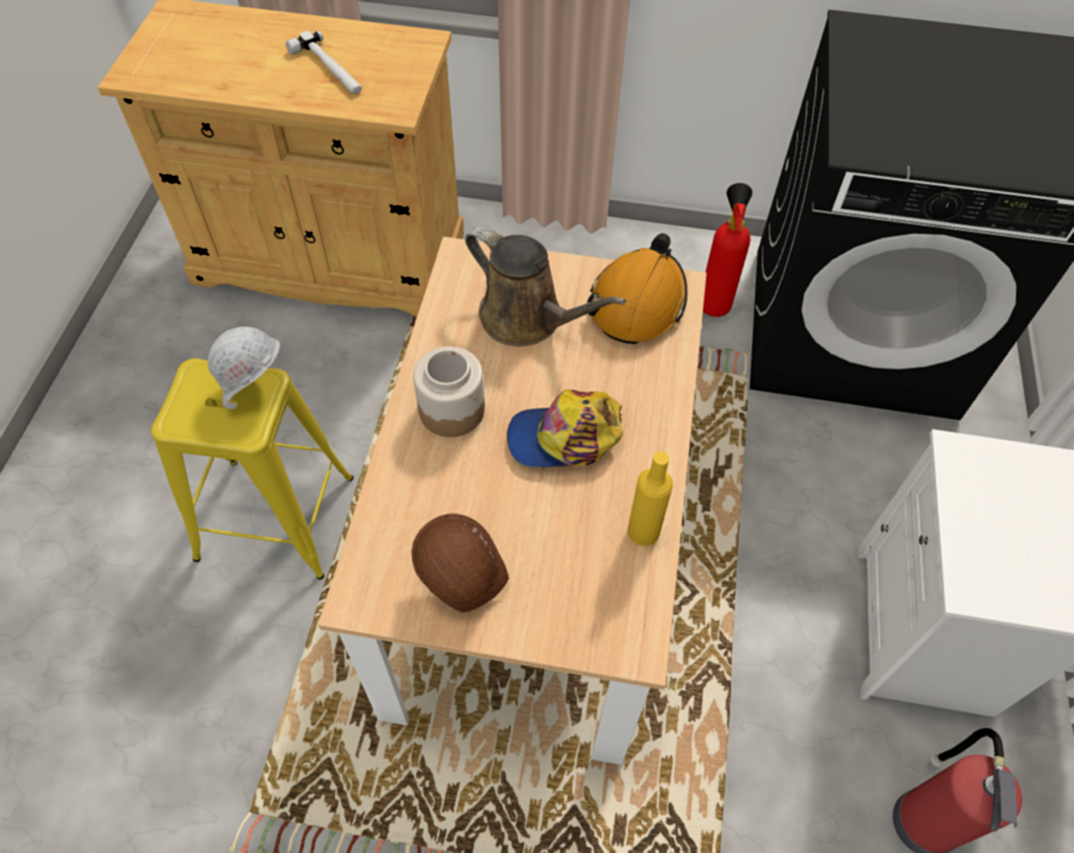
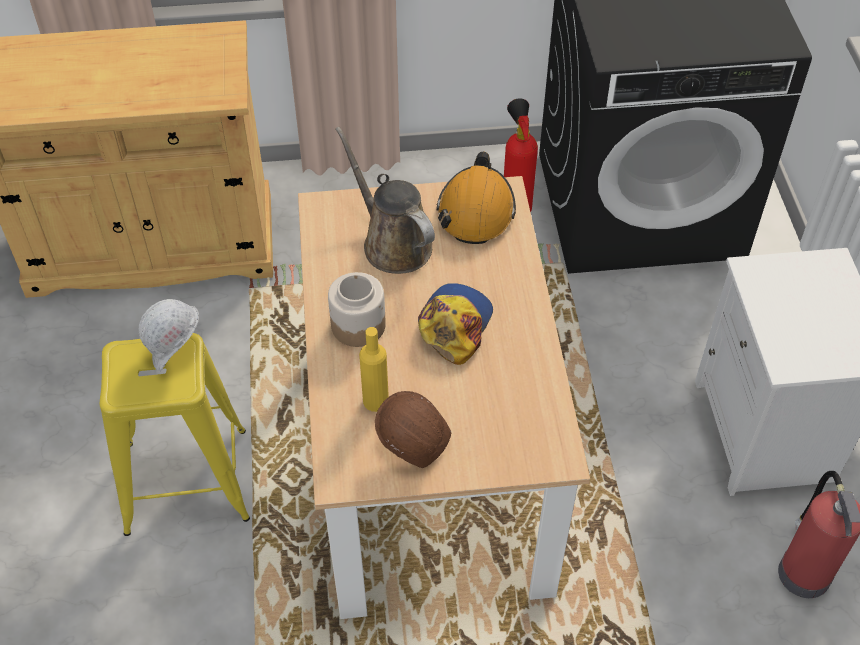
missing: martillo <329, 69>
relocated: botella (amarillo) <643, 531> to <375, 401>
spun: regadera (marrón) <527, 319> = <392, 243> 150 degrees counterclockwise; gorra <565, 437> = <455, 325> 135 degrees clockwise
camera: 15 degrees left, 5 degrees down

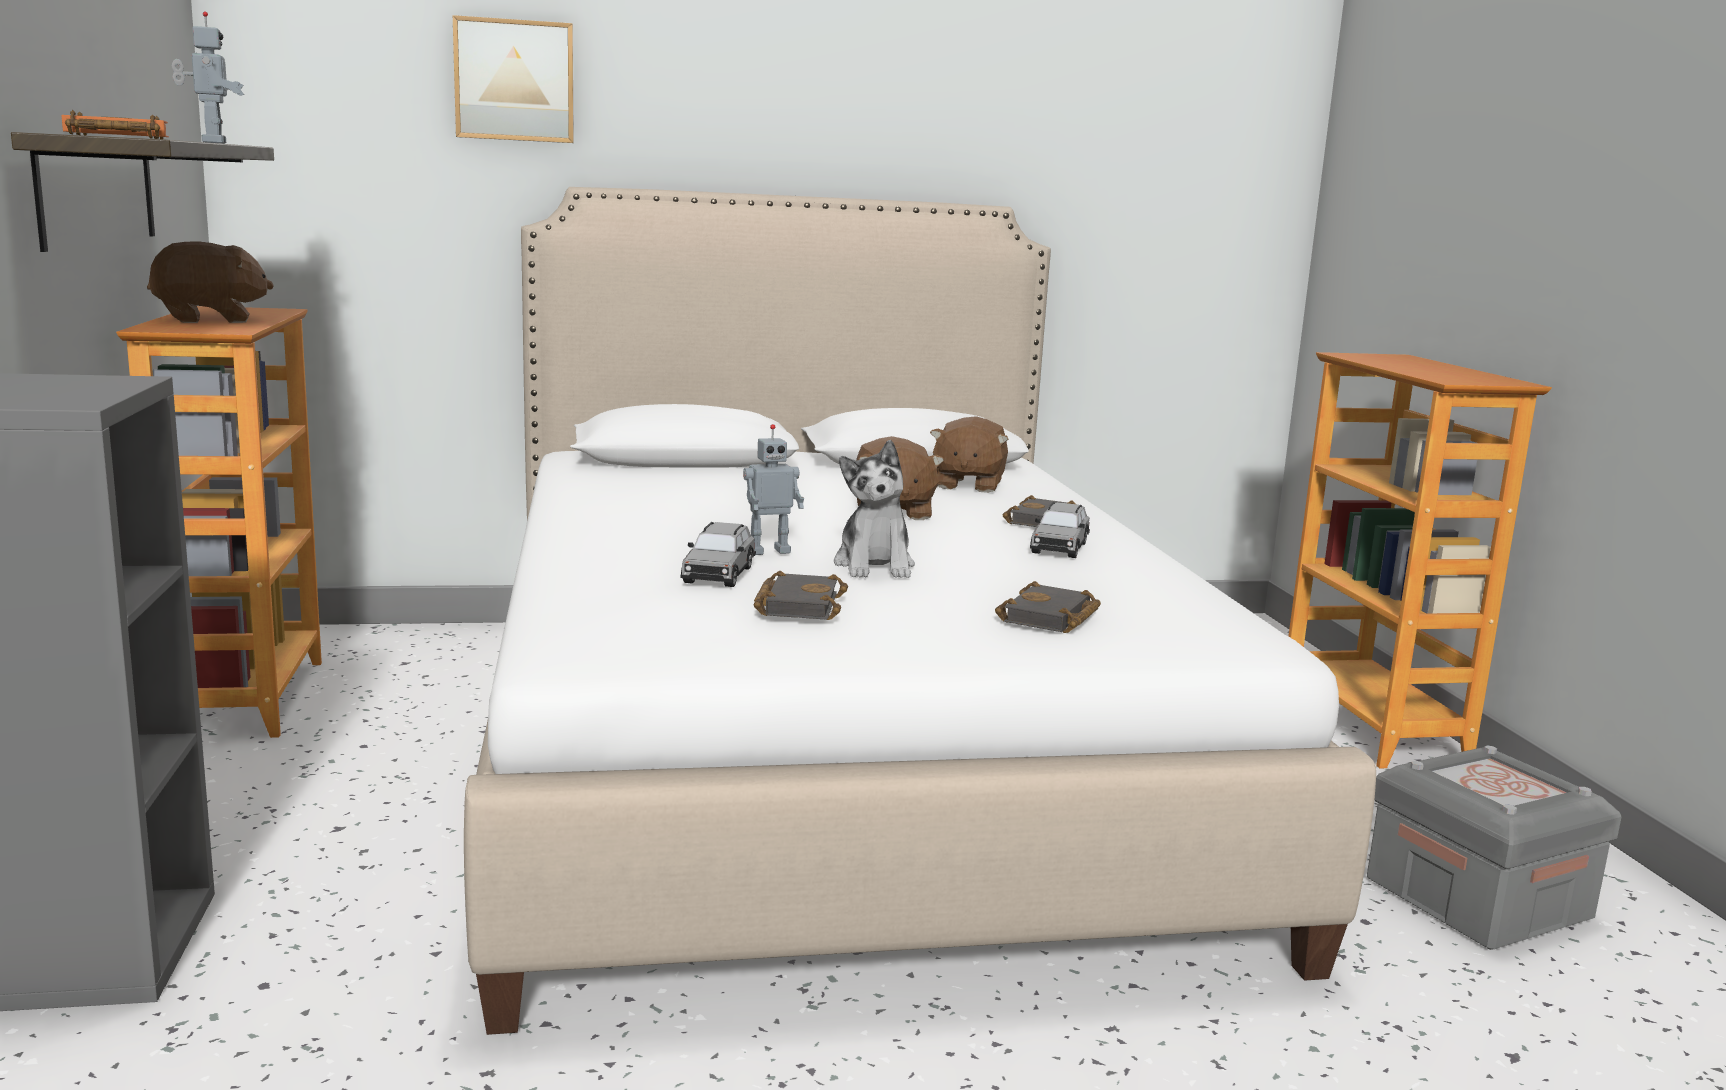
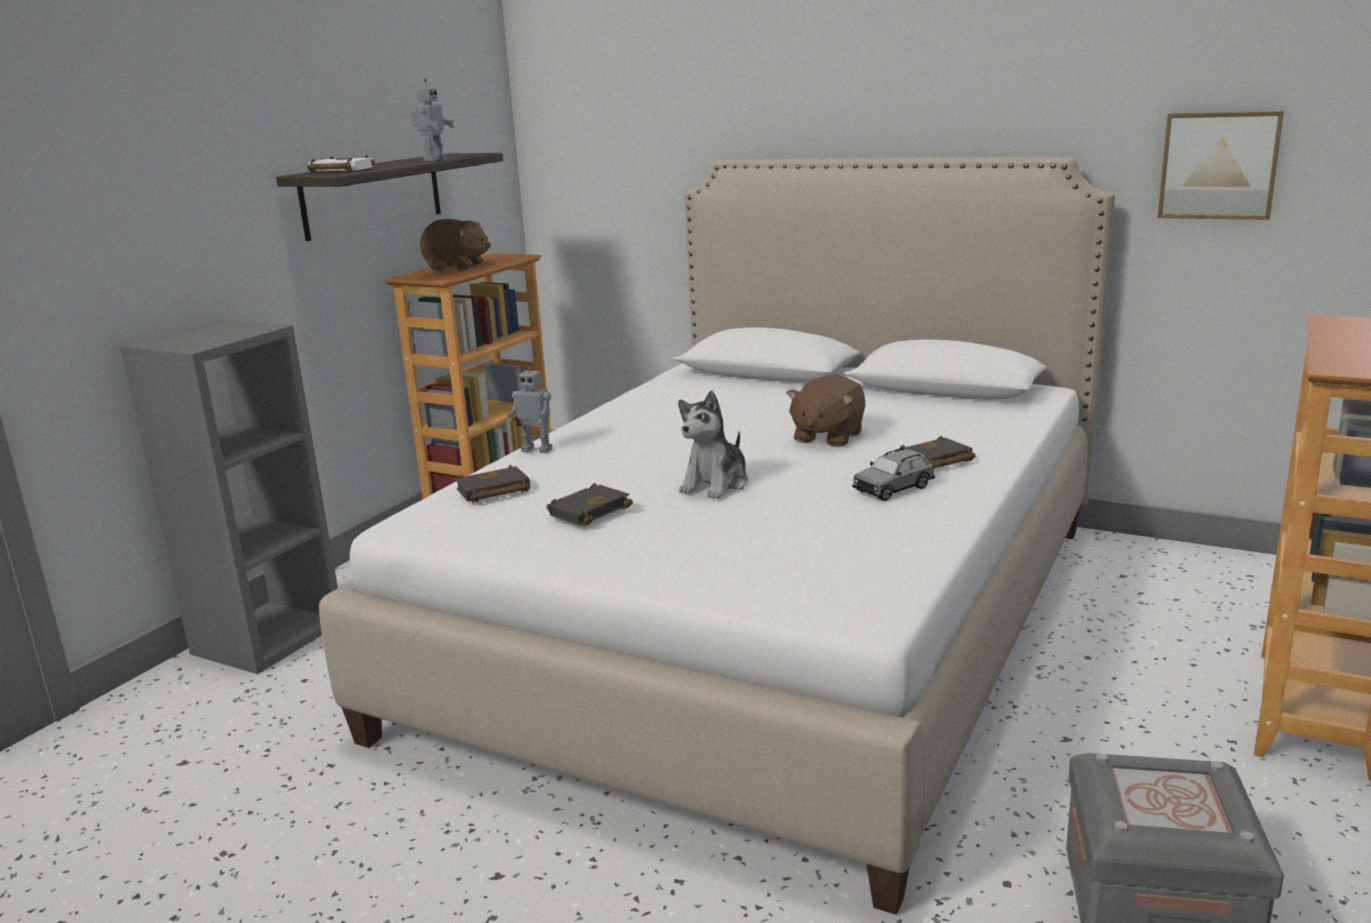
missing: peluche (marrón) <967, 485>; coche de juguete (gris) <718, 574>
relocated: cuadro <514, 81> to <1219, 165>; robot de juguete <768, 551> to <537, 449>; libro (negro) <1050, 618> to <492, 491>
colour: libro (naranja) <114, 136> to libro (blanco) <339, 171>
camera: 40 degrees right, 5 degrees up

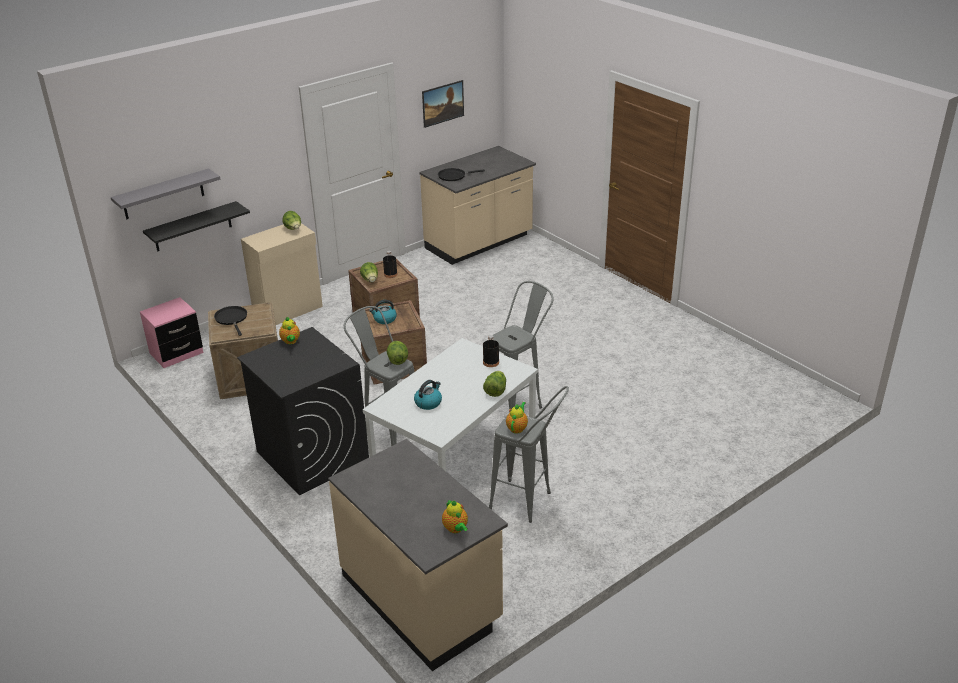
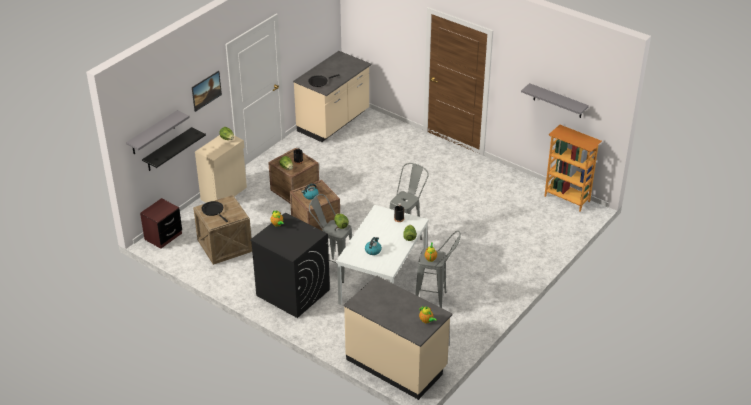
appeared: estante (gris) <557, 101>; estantería <567, 198>
relocated: cuadro <443, 112> to <207, 97>
colour: mesita de noche (rosa) <176, 353> to mesita de noche (marrón) <163, 236>
camera: 15 degrees left, 5 degrees up

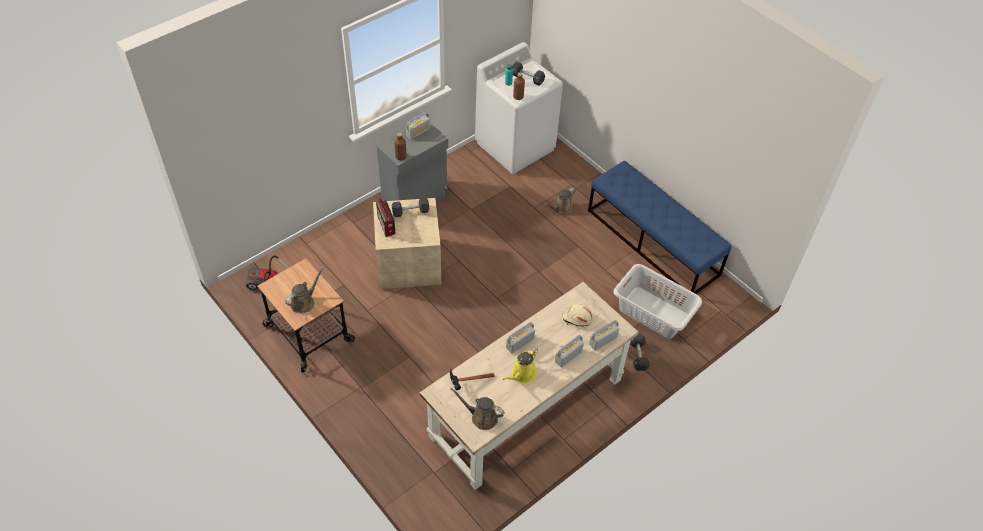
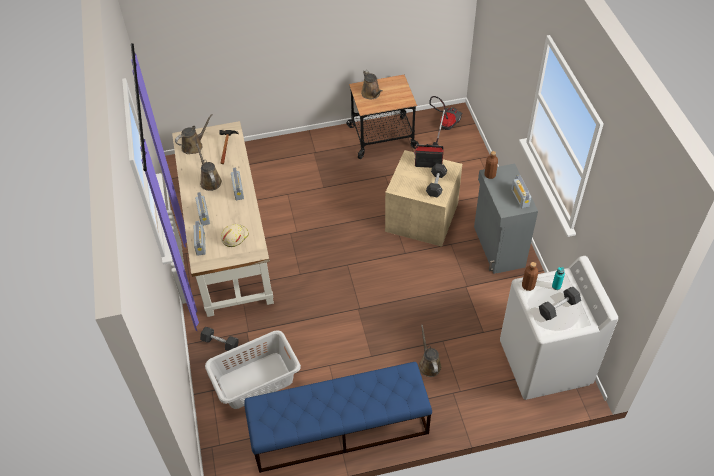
colour: regadera (amarillo) <522, 374> to regadera (marrón) <210, 181>
camera: 120 degrees right, 0 degrees up

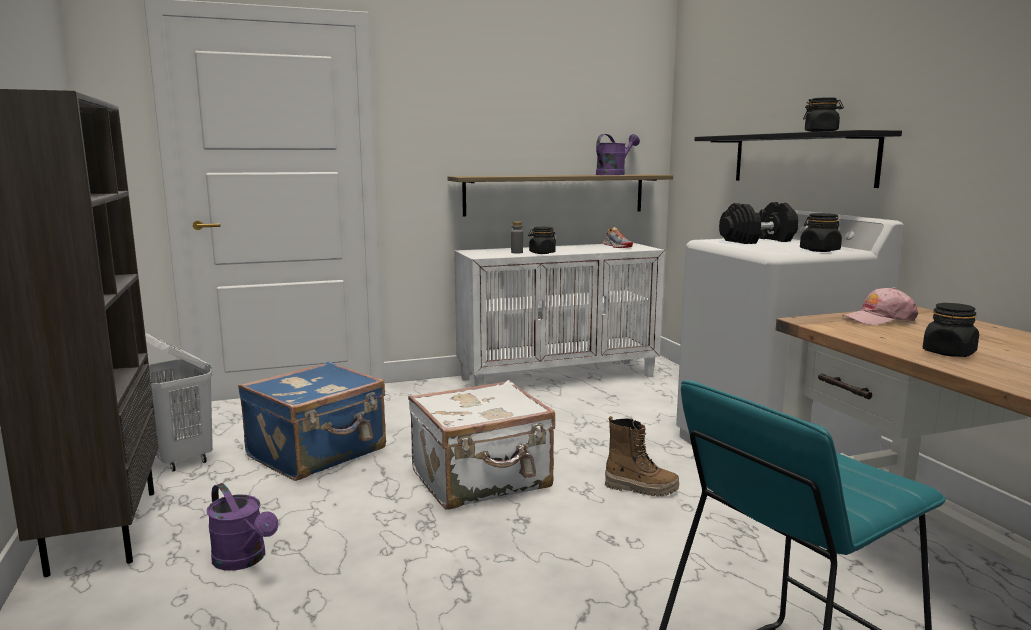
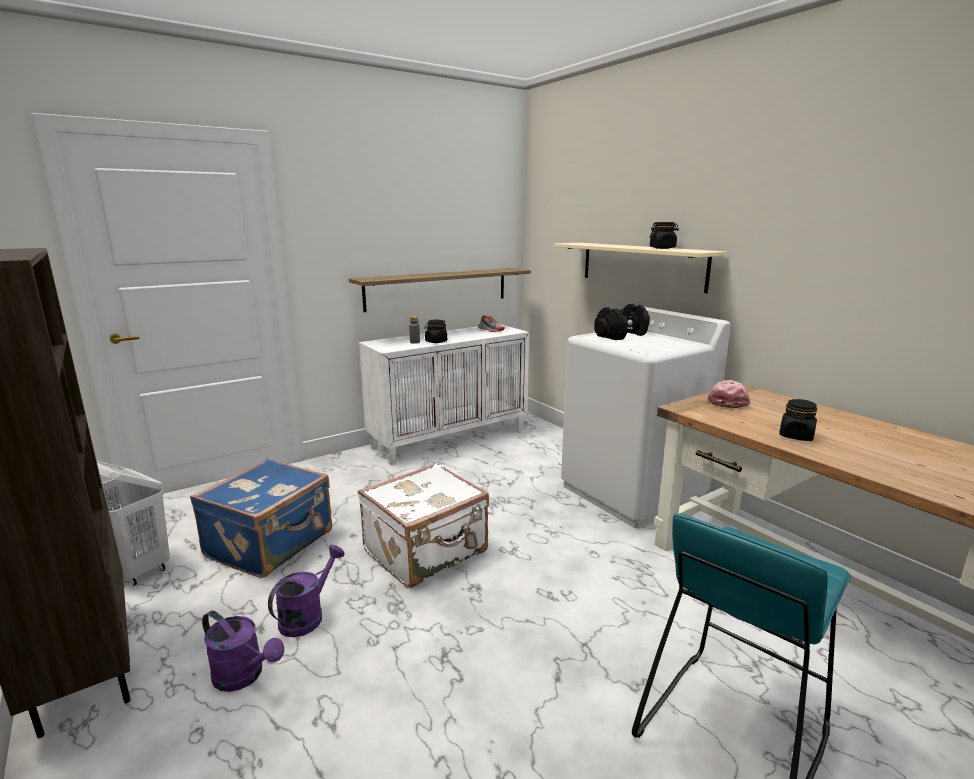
missing: tarro (negro) <819, 250>; bota <641, 488>
relocated: regadera (morado) <613, 174> to <307, 616>
colour: estante (negro) <800, 159> to estante (beis) <641, 265>
spun: gorra (rosa) <879, 319> = <727, 401> 135 degrees clockwise
camera: 15 degrees left, 5 degrees up

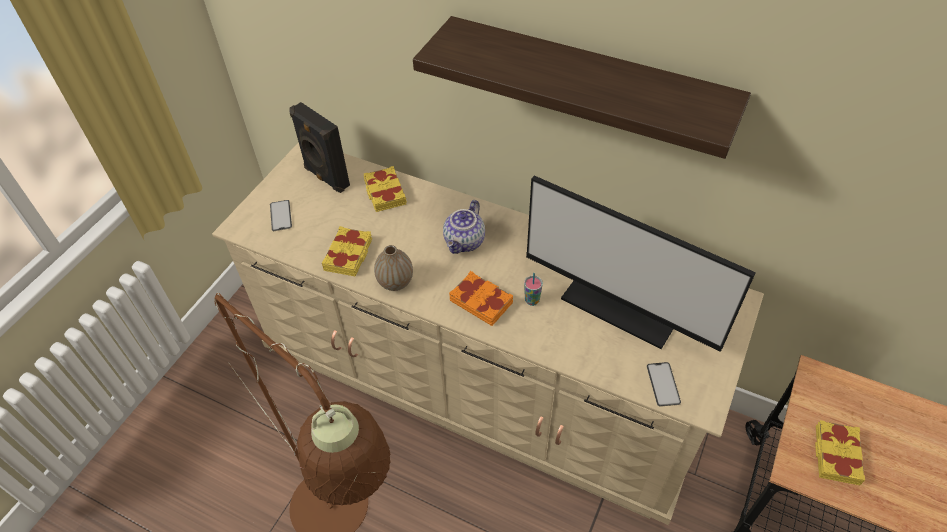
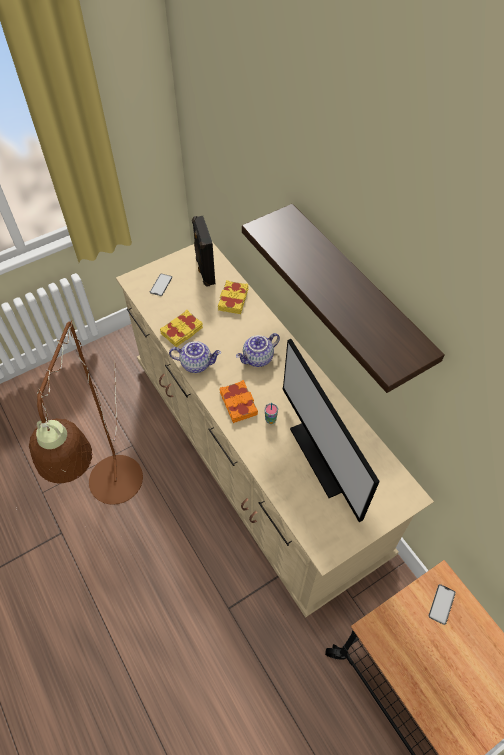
missing: libro (amarillo) <835, 455>
relocated: móvil <663, 384> to <441, 604>
exchanged: florero <395, 282> to tetera <196, 363>
camera: 30 degrees right, 5 degrees up

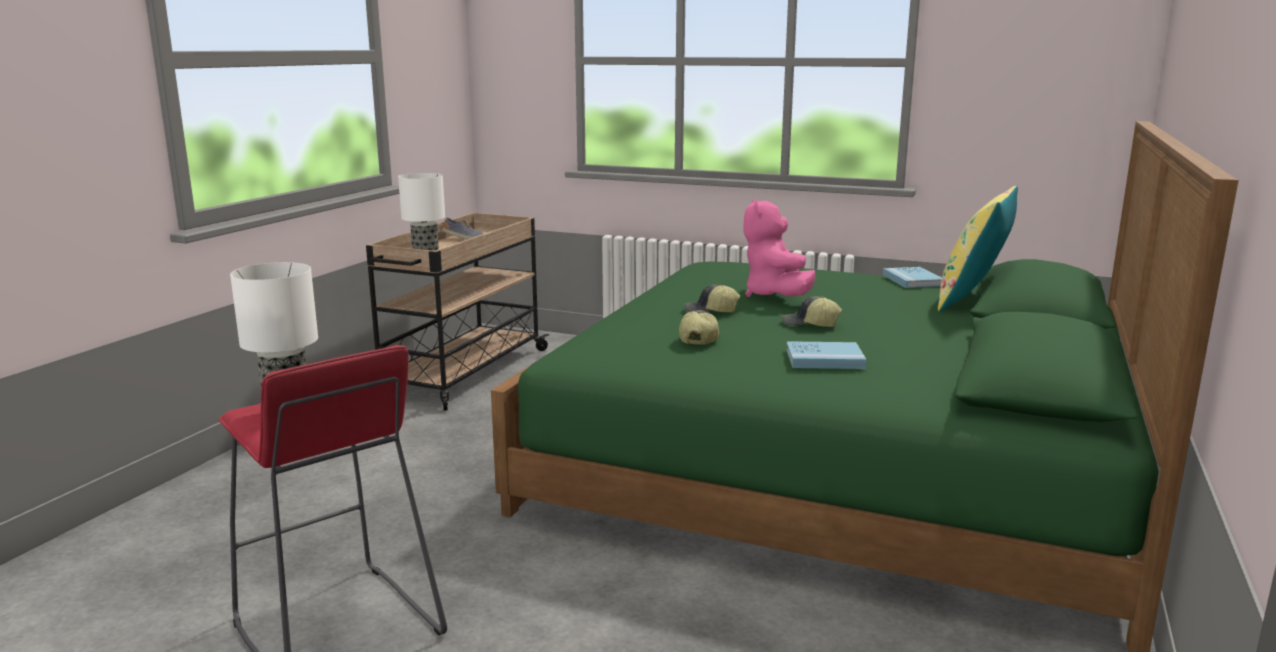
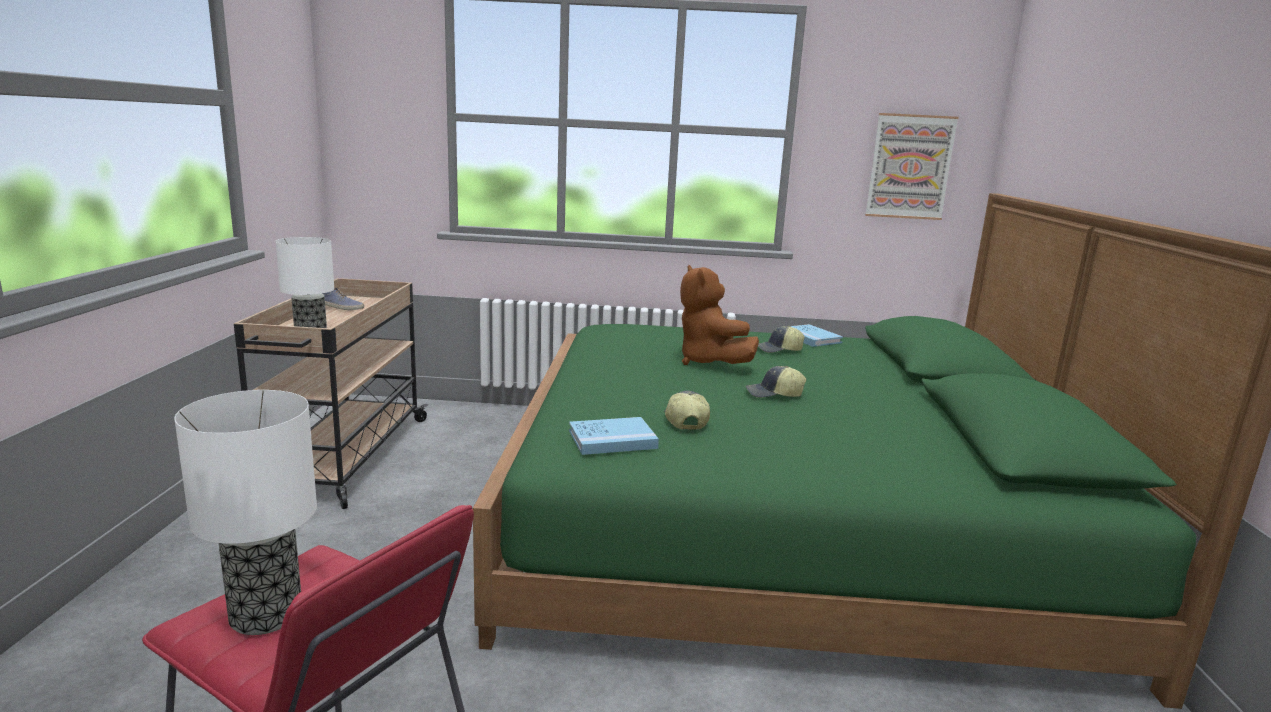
missing: cojín (amarillo) <972, 300>
appeared: cuadro <909, 167>
relocated: gorra <710, 311> to <779, 350>; libro (azul) <824, 359> to <612, 439>
colour: peluche (rosa) <775, 296> to peluche (marrón) <709, 362>
camera: 20 degrees left, 0 degrees up

